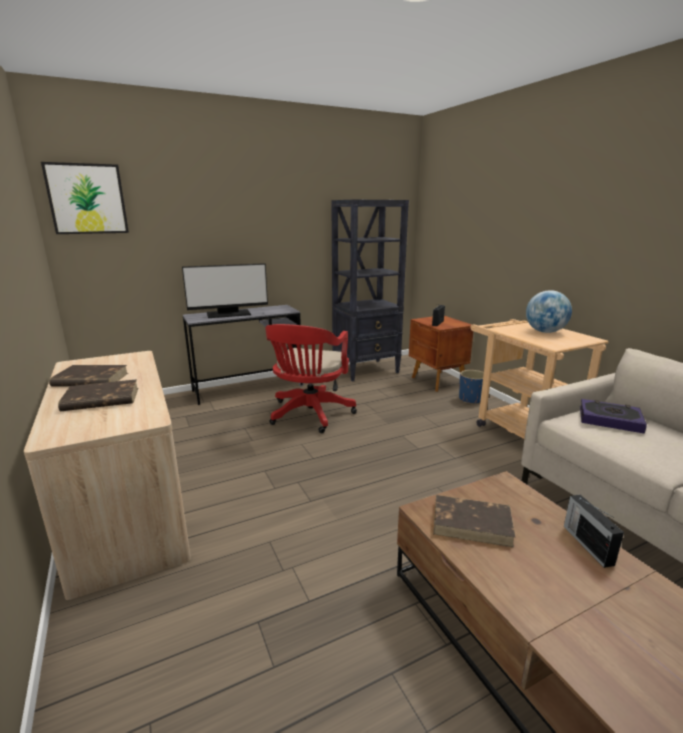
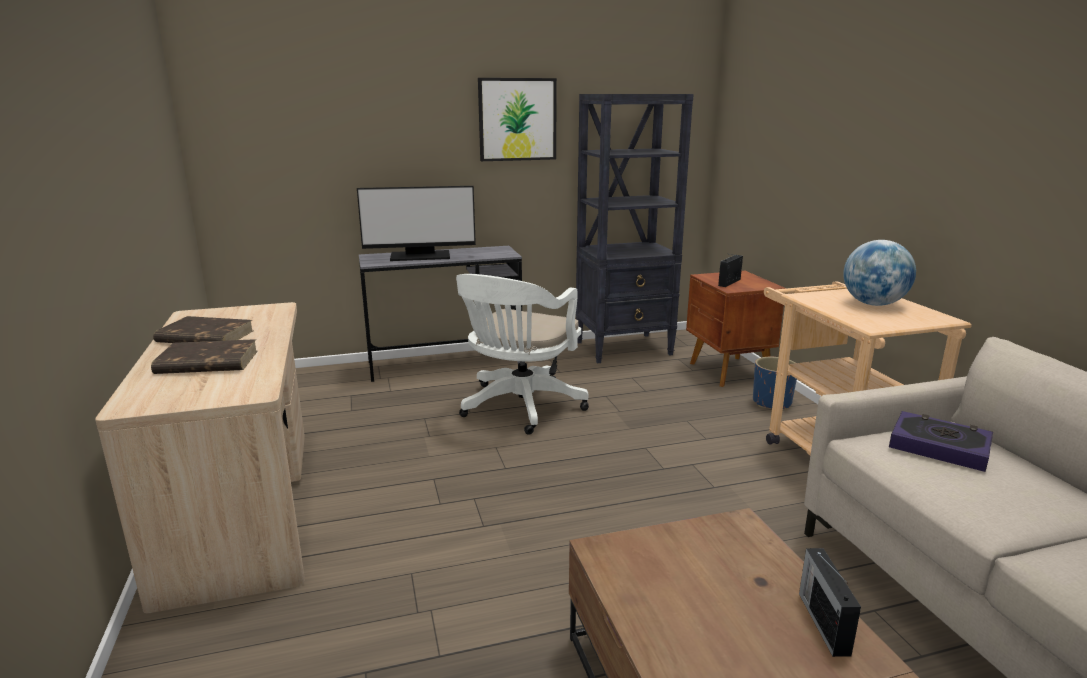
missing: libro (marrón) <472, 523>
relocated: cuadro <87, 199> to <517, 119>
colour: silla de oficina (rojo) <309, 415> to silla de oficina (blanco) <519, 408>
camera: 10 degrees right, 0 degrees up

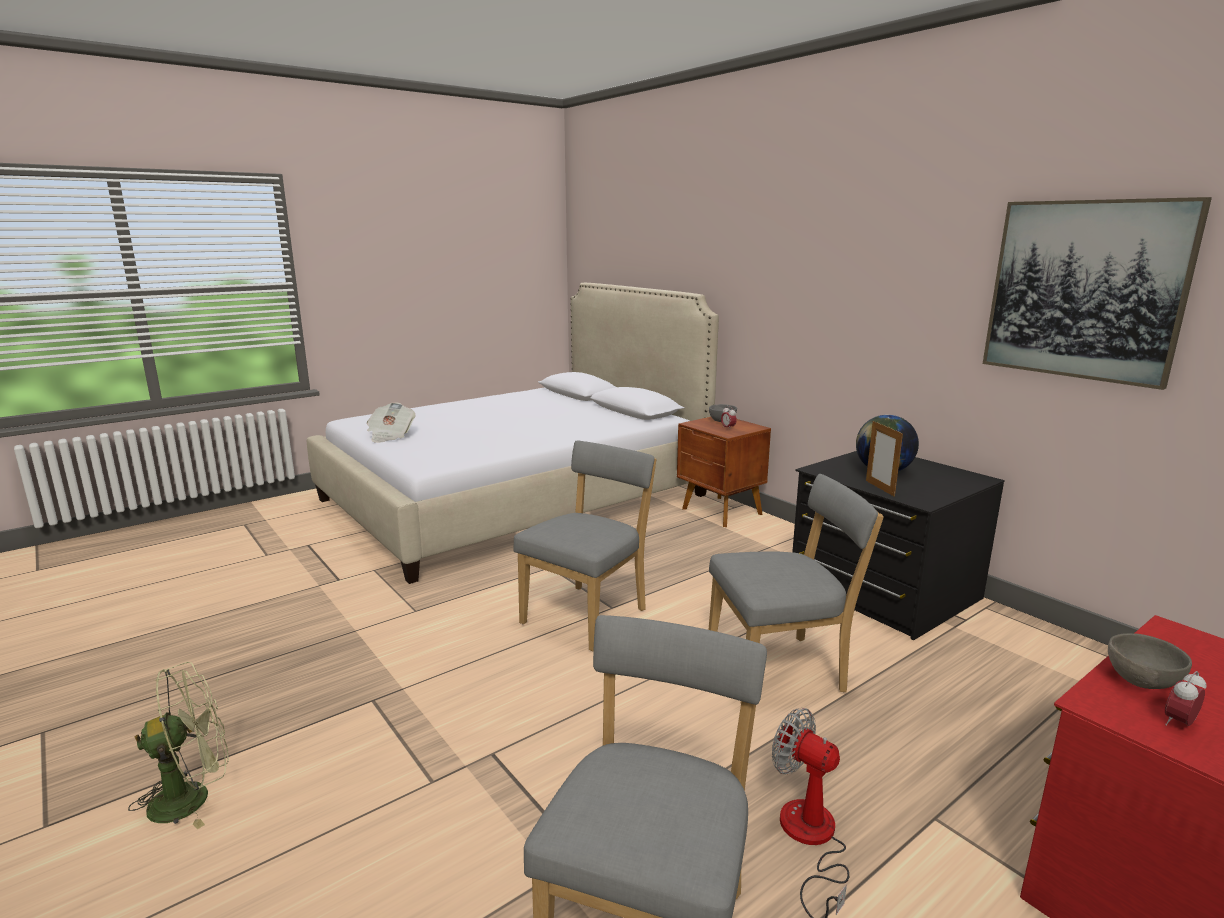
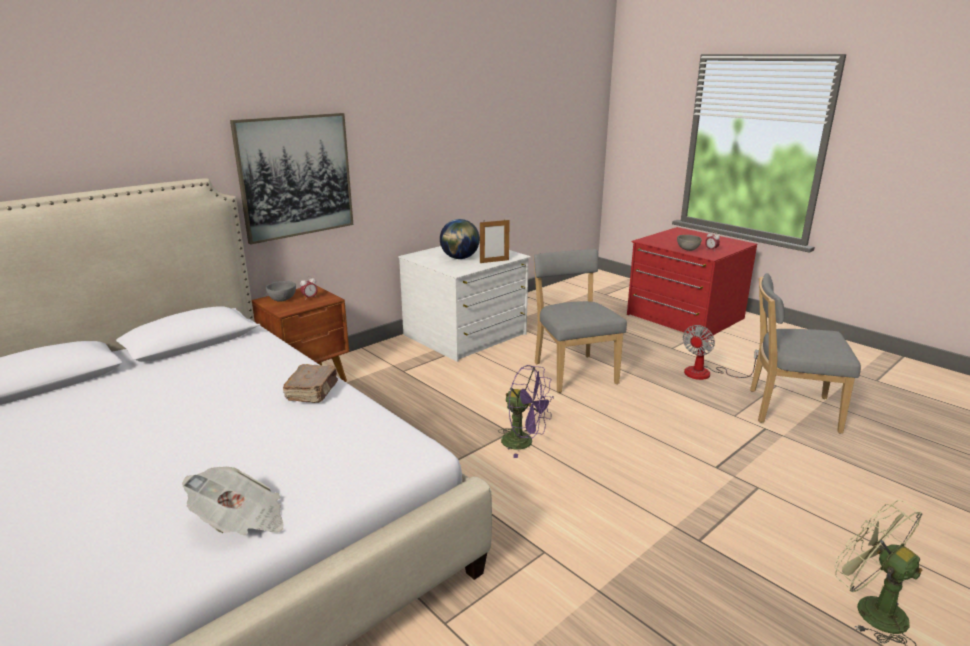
appeared: libro (marrón) <313, 392>
relocated: cuadro <1085, 290> to <295, 176>
exchanged: silla (gris) <588, 614> to ventilador (morado) <524, 442>
colour: cómoda (negro) <882, 591> to cómoda (blanco) <466, 335>
camera: 95 degrees left, 5 degrees up

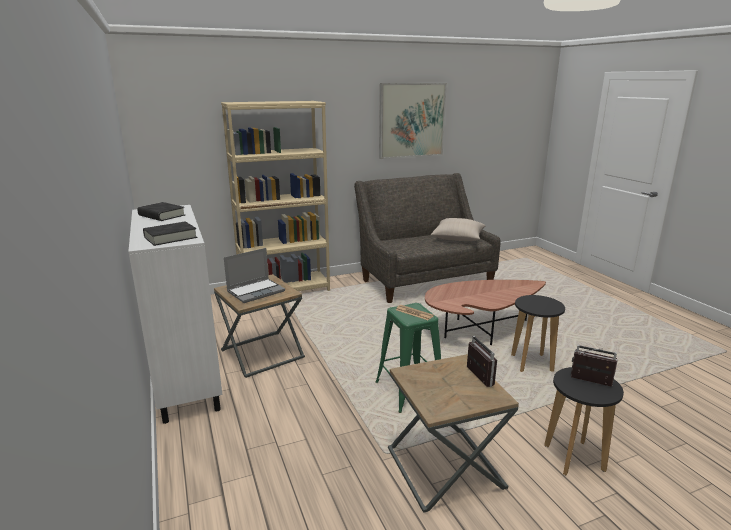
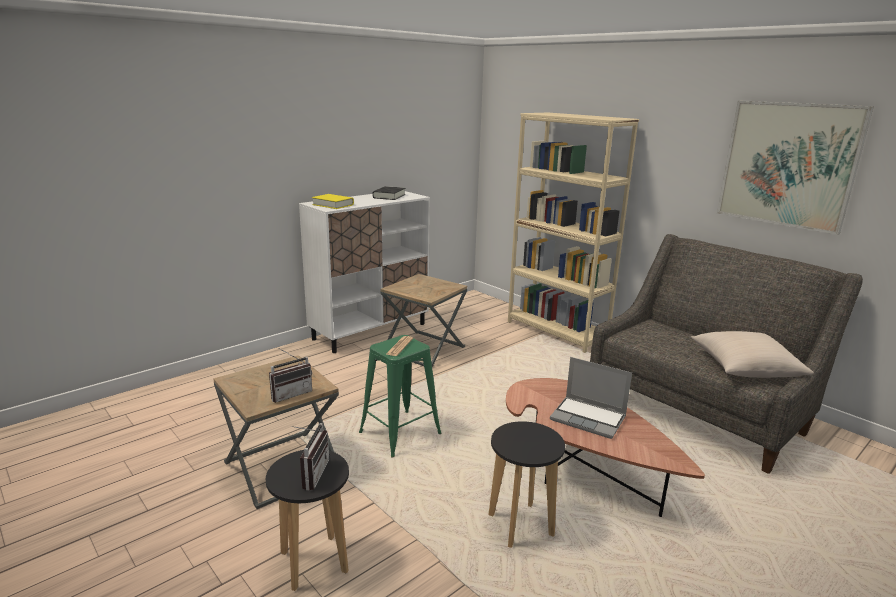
relocated: portátil <256, 291> to <589, 418>
colour: libro (negro) <170, 237> to libro (amarillo) <333, 205>
camera: 70 degrees right, 0 degrees up

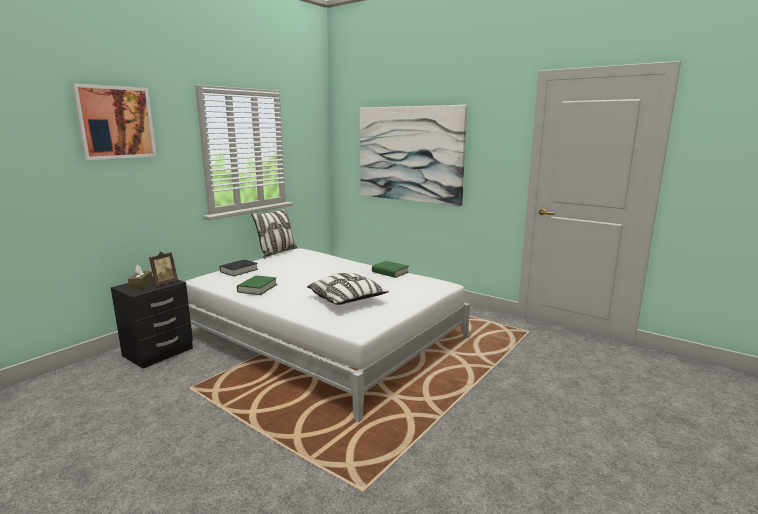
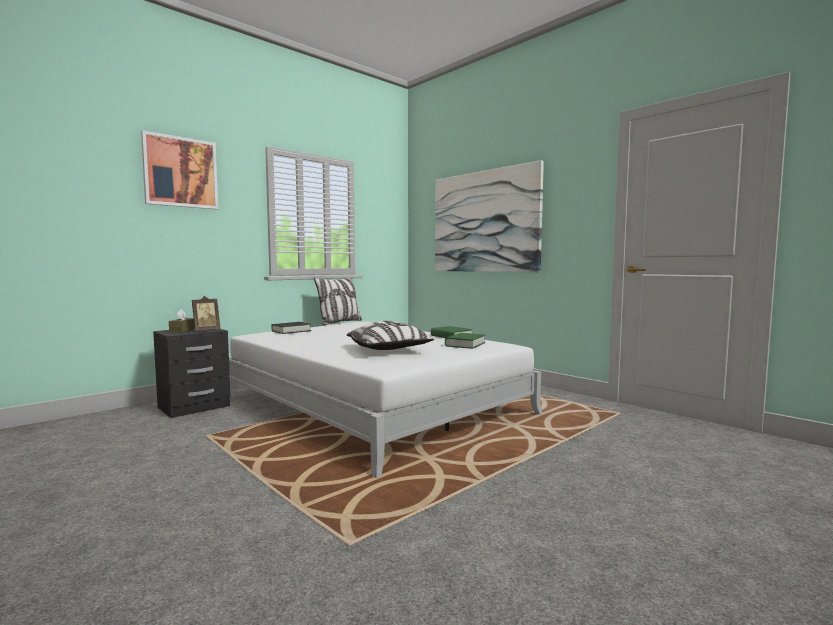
relocated: libro (verde) <257, 288> to <465, 344>
camera: 10 degrees right, 10 degrees down

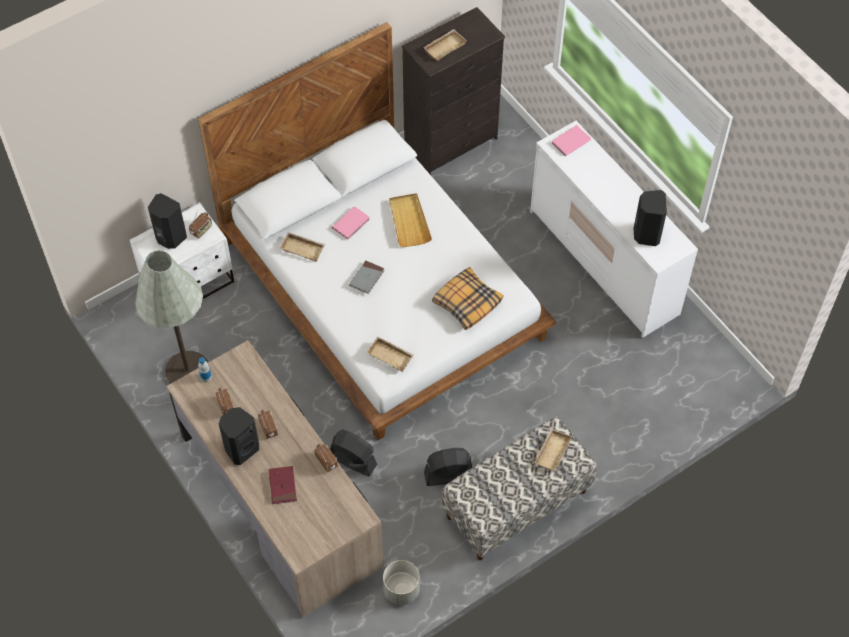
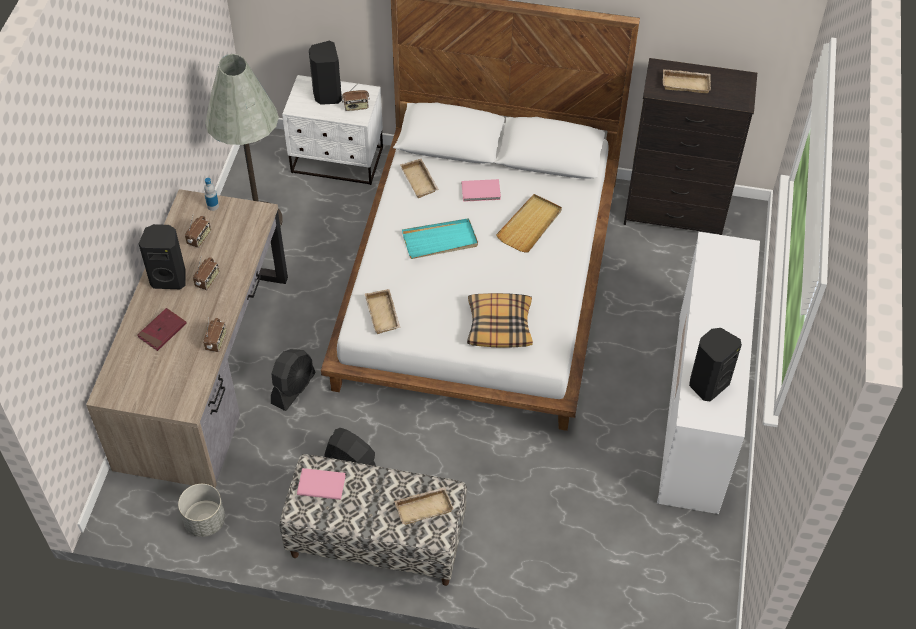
relocated: libro (rosa) <570, 141> to <321, 484>
exchanged: libro (gris) <367, 278> to bandeja (turquesa) <440, 241>
spun: ventilador (negro) <352, 460> = <293, 388> 45 degrees clockwise
camera: 45 degrees right, 5 degrees down

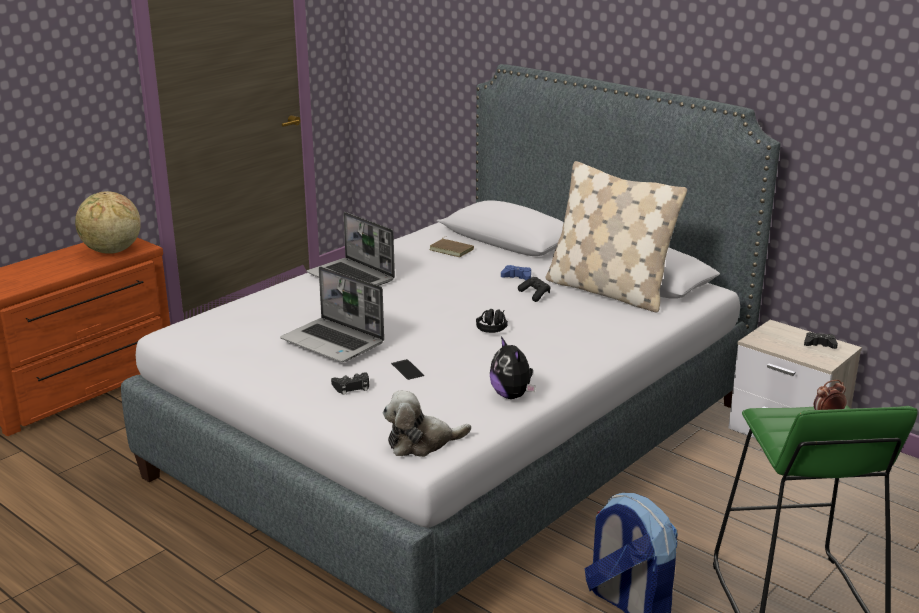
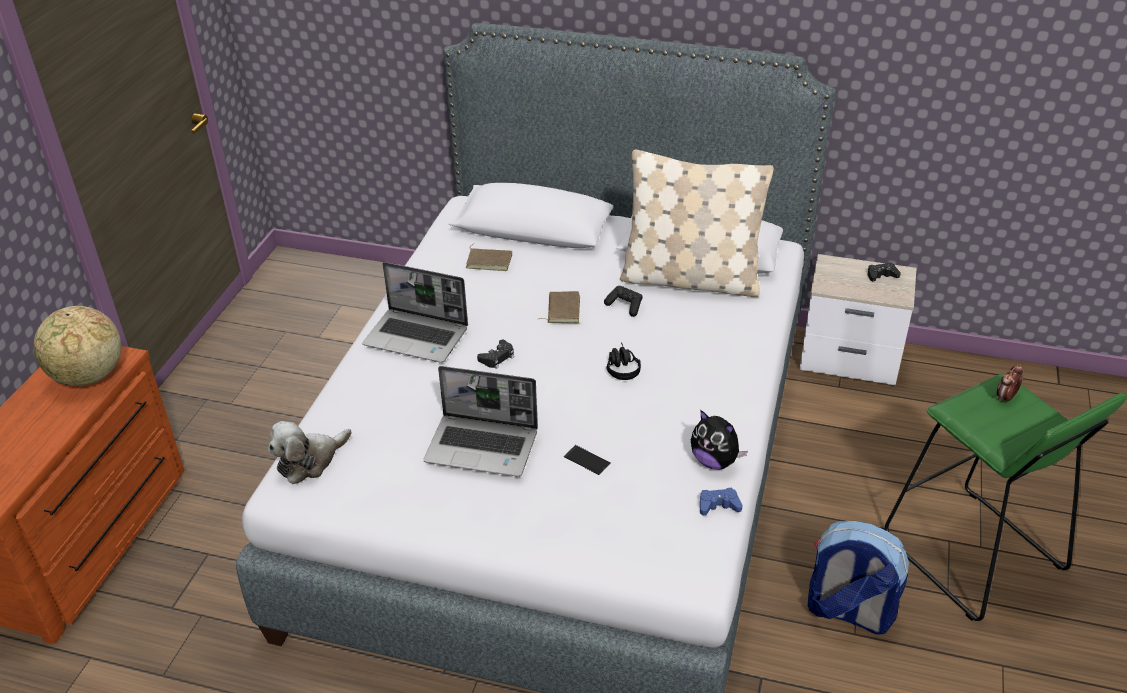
appeared: libro (marrón) <562, 309>
relocated: mando de consola (azul) <517, 277> to <718, 505>; mando de consola (negro) <352, 387> to <497, 358>; peluche <421, 443> to <309, 461>
camera: 25 degrees left, 15 degrees up

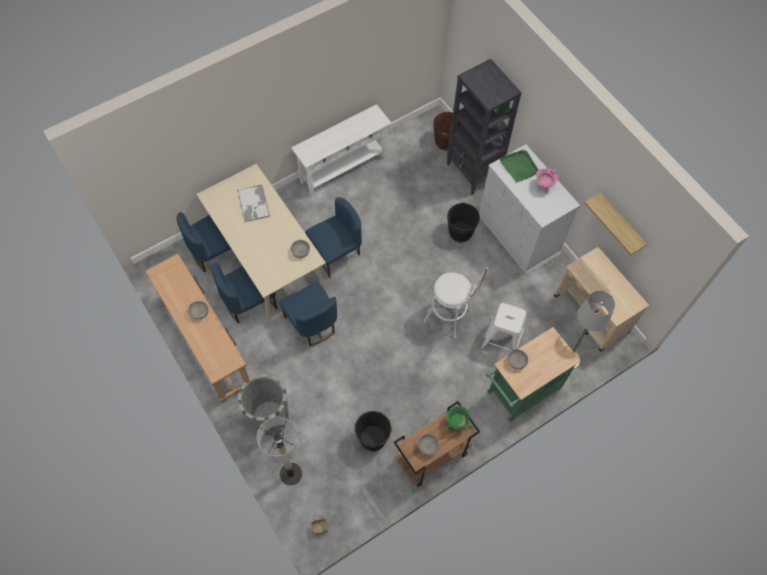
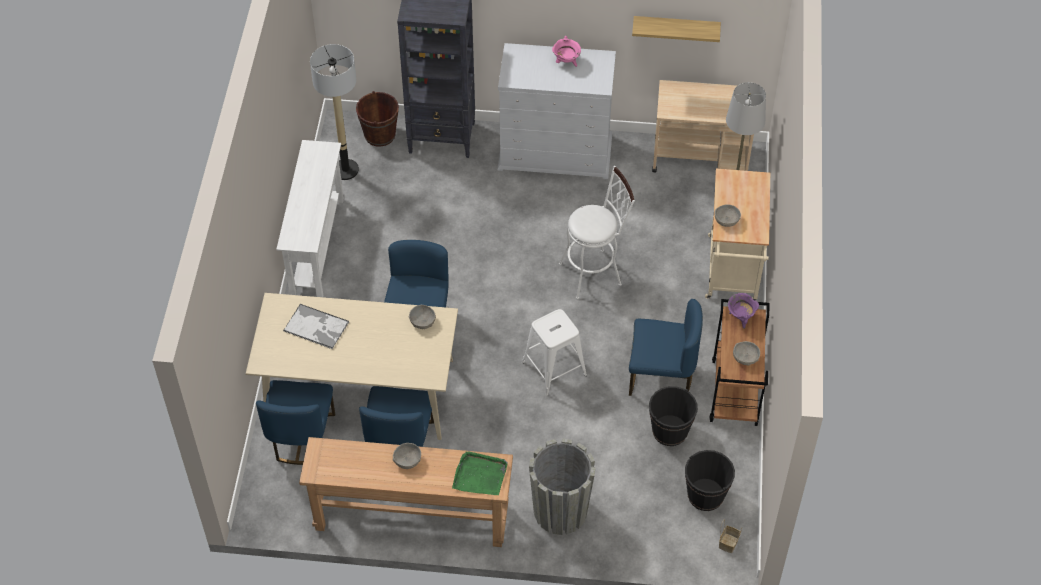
relocated: bandeja (verde) <519, 166> to <480, 475>; cubo (negro) <460, 232> to <705, 495>; silla (azul) <312, 324> to <660, 375>; taburete (blanco) <502, 338> to <554, 368>; lámpara de pie <291, 474> to <345, 170>
colour: carrito (verde) <520, 393> to carrito (beis) <732, 273>; olla (verde) <456, 422> to olla (morado) <741, 318>
camera: 50 degrees left, 10 degrees down

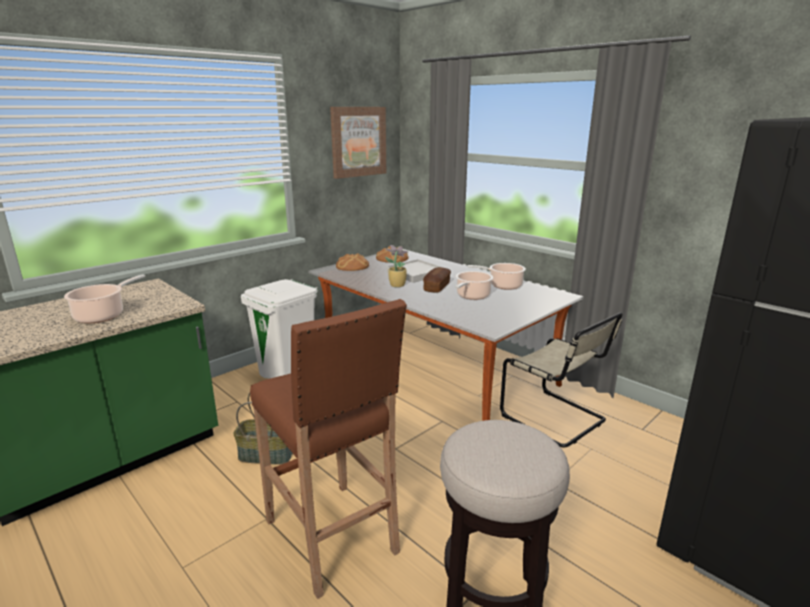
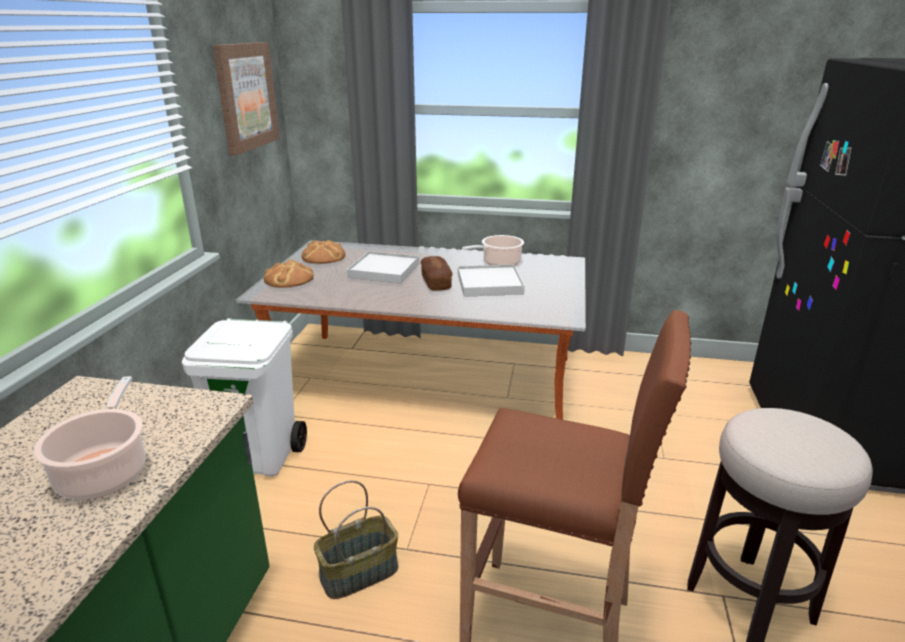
missing: planta en maceta <396, 285>; silla (beis) <556, 419>
exchanged: olla <472, 296> to bandeja (blanco) <489, 284>
camera: 35 degrees left, 5 degrees up

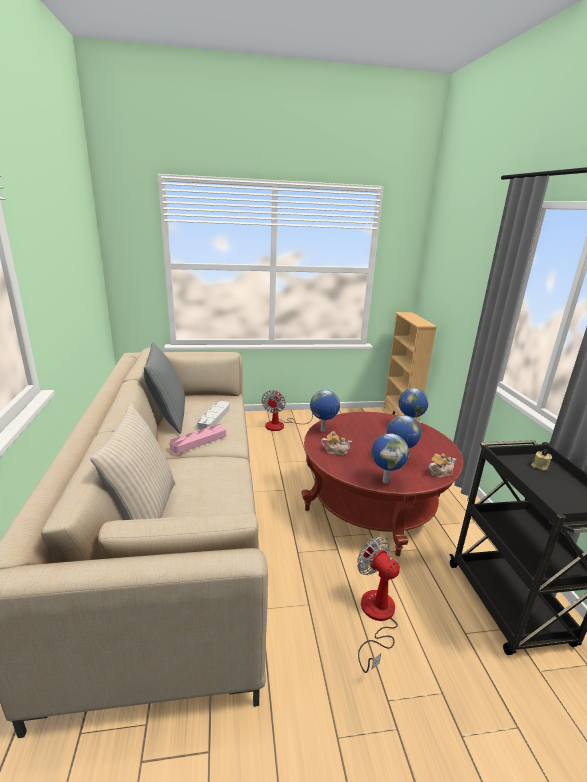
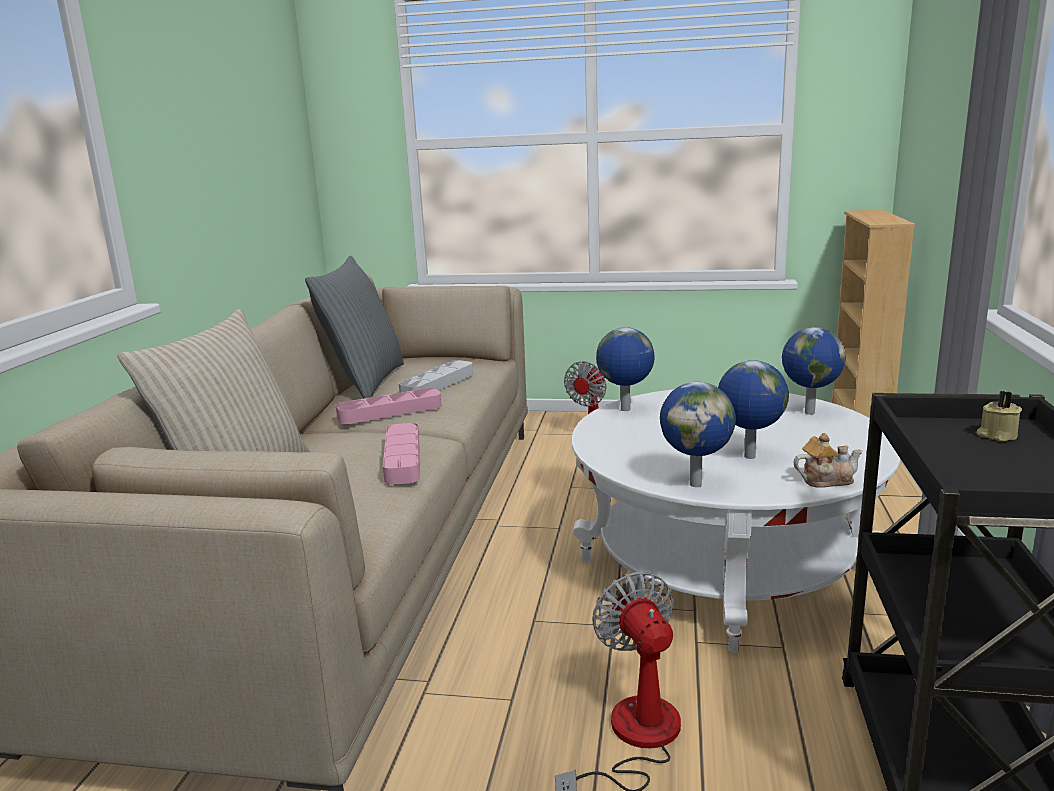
missing: tetera <335, 451>
appeared: bandeja (rosa) <402, 459>
colour: mesa de centro (rojo) <373, 505> to mesa de centro (blanco) <723, 566>
camera: 20 degrees right, 5 degrees down

